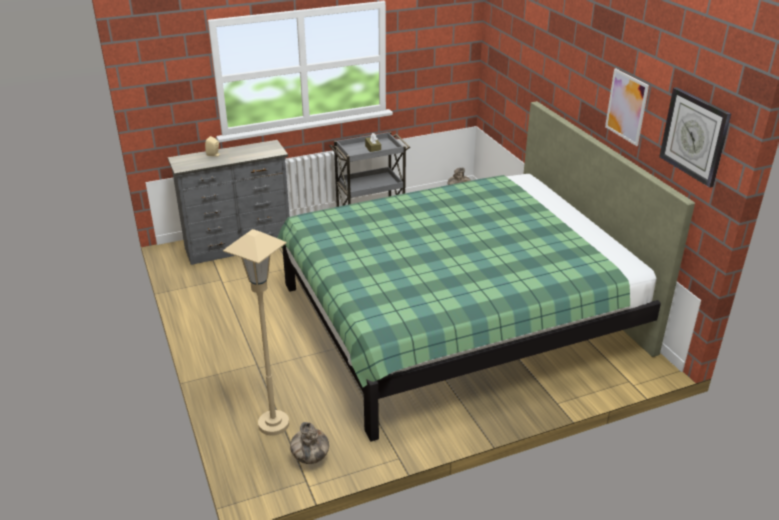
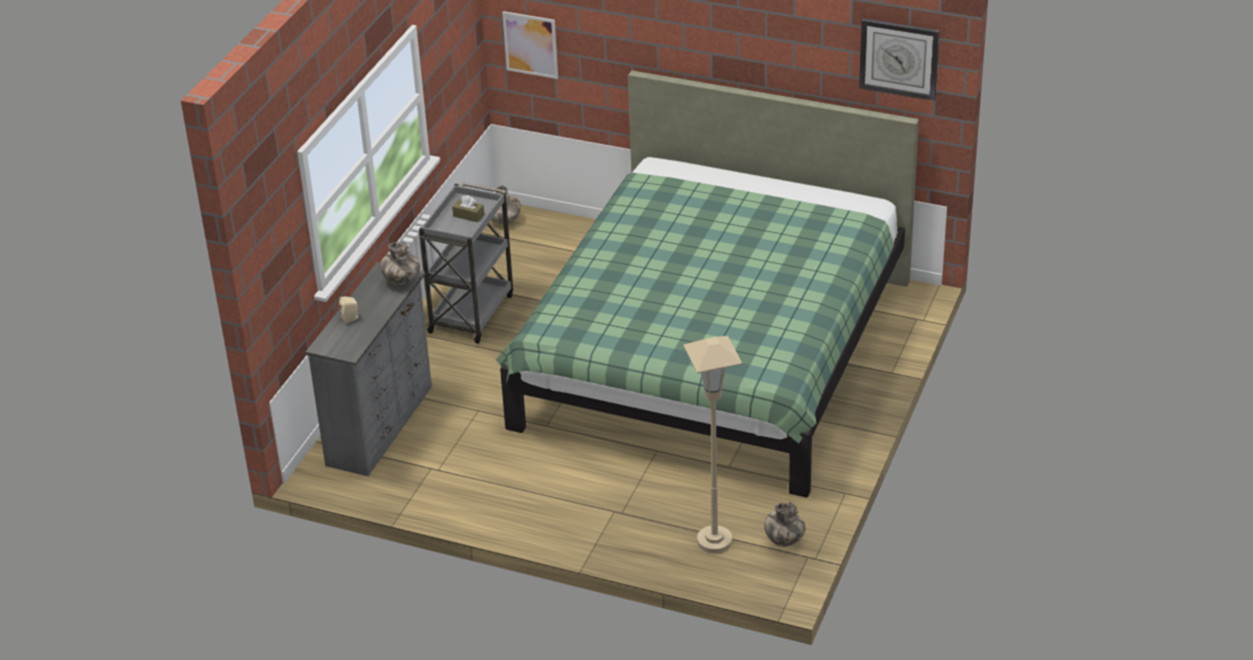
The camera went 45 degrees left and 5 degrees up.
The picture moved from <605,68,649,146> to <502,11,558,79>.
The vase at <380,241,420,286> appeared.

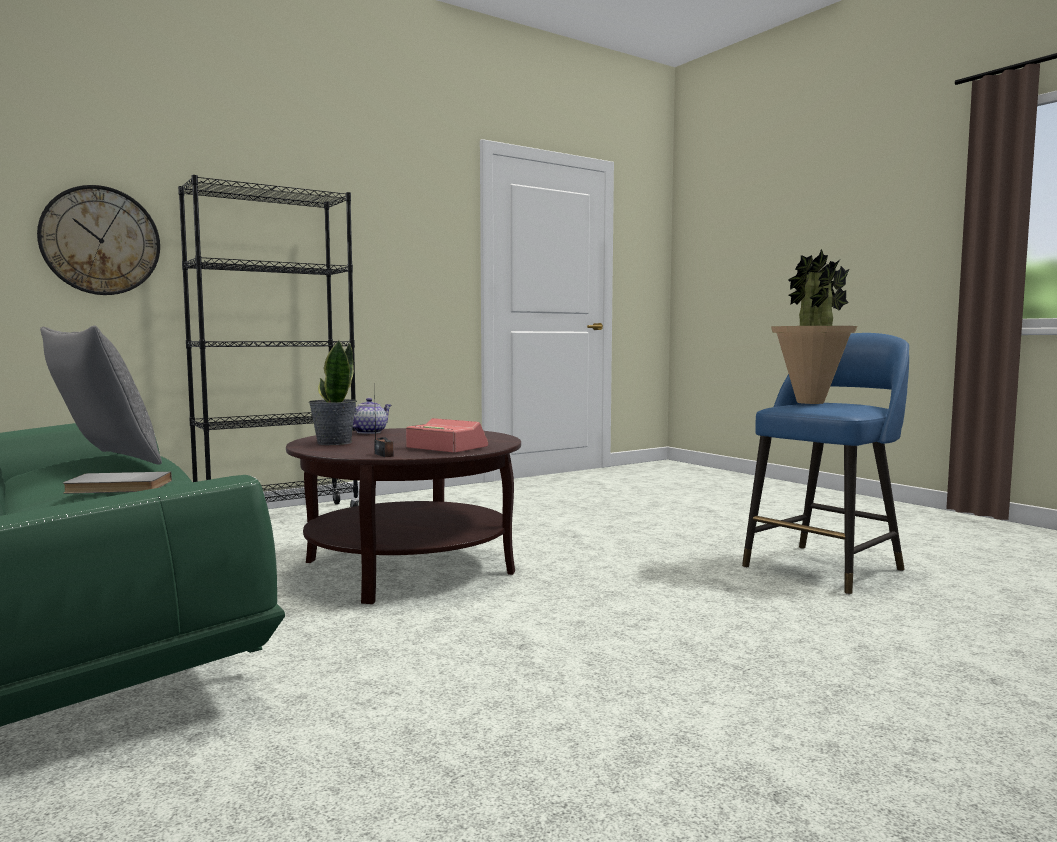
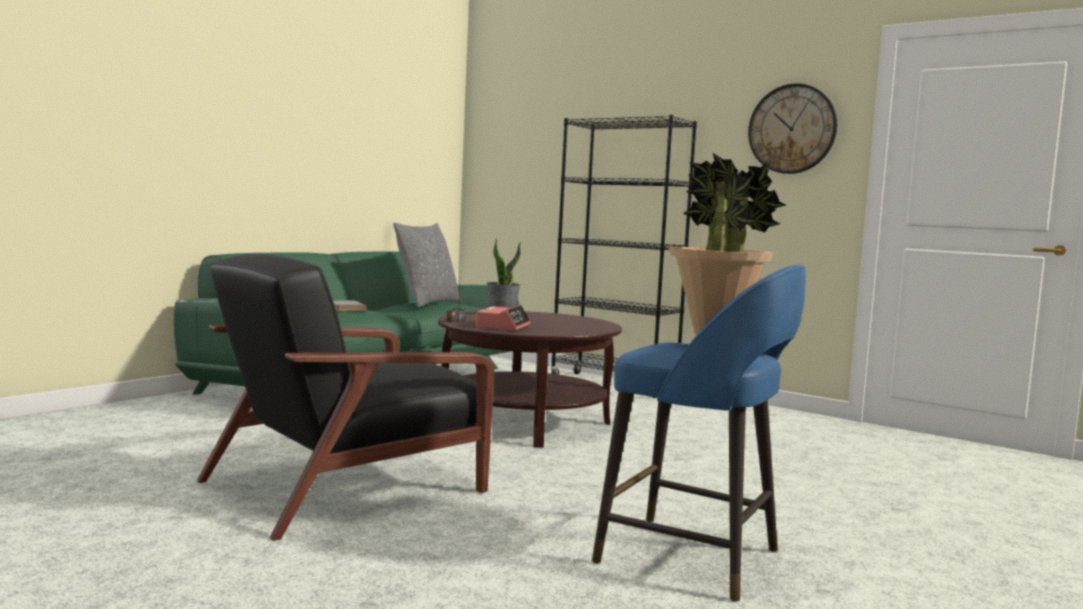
The camera went 70 degrees right and 0 degrees up.
The wall_clock moved from <37,185,160,295> to <748,83,837,174>.
The teapot at <353,398,391,434> disappeared.
The black_armchair at <196,254,494,541> appeared.

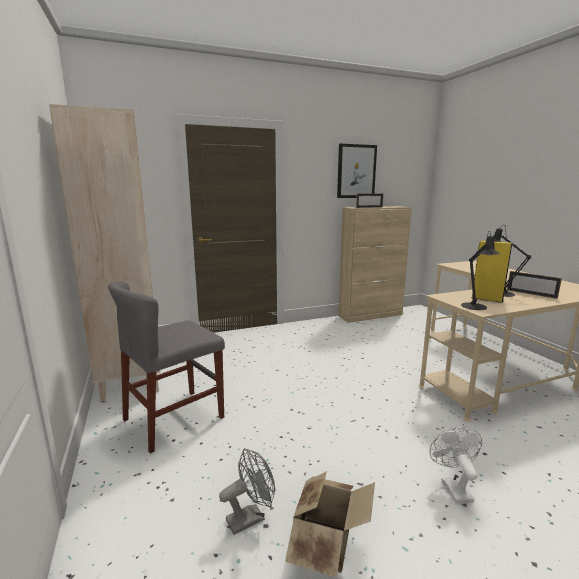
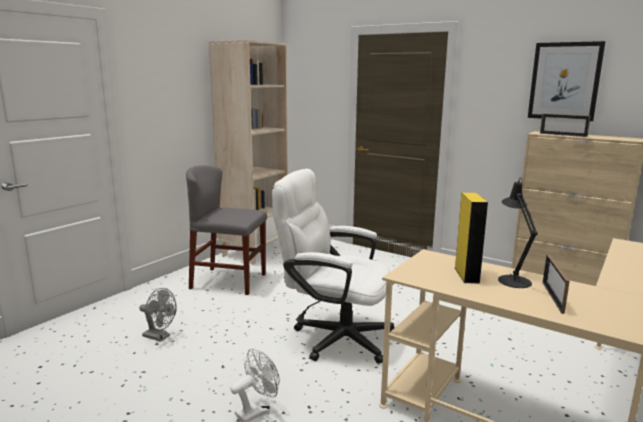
The camera went 55 degrees right and 0 degrees up.
The cardboard_box at <285,471,375,577> disappeared.
The black_table_lamp at <461,231,500,310> disappeared.
The white_office_chair at <272,169,395,364> appeared.

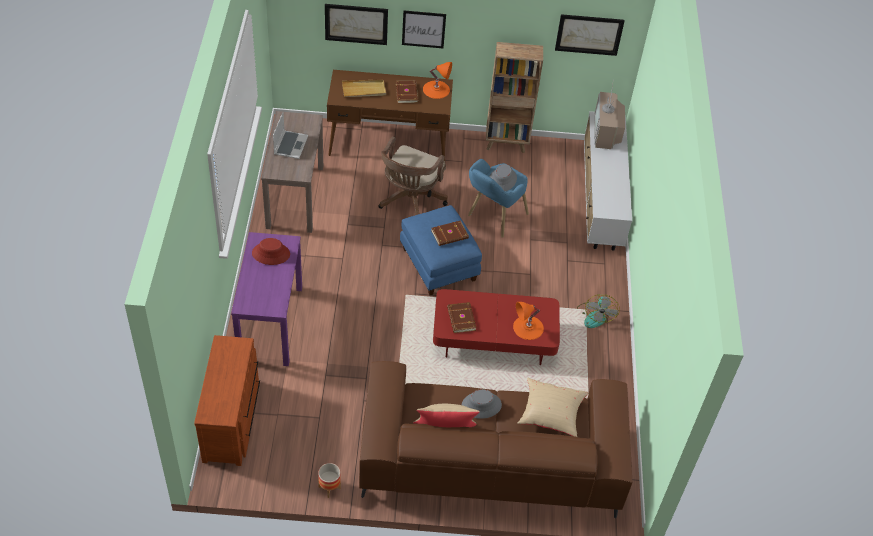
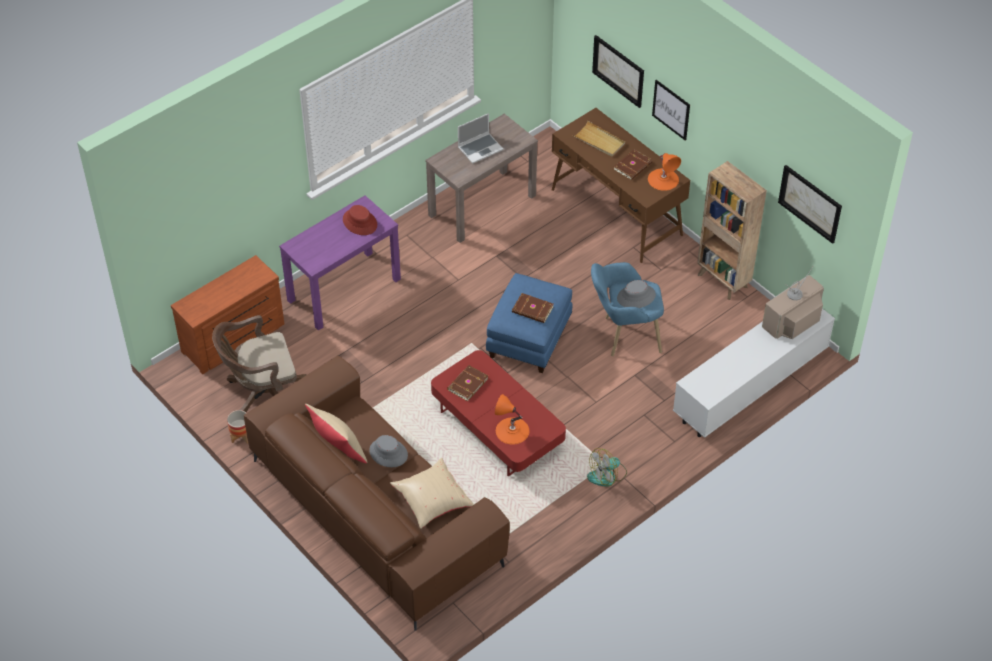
The camera went 50 degrees right and 0 degrees up.
The brown_office_chair moved from <378,136,448,215> to <212,315,307,412>.

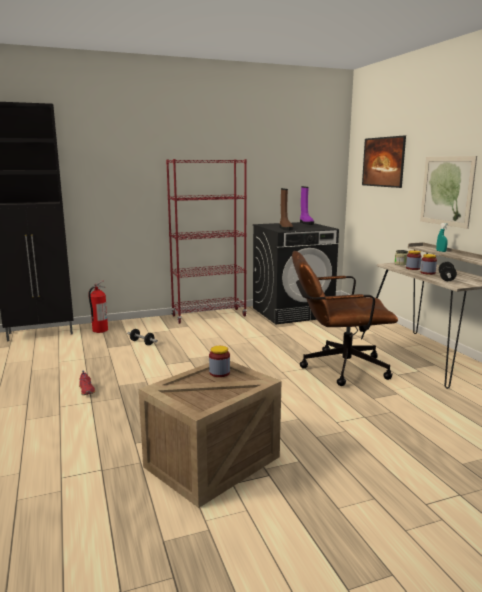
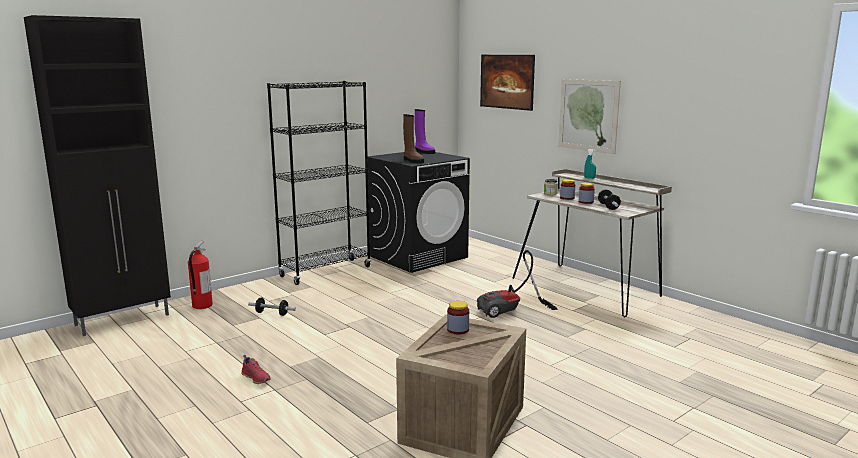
The camera went 20 degrees left and 0 degrees up.
The red_bookcase at <166,159,247,324> became the black_bookcase at <267,81,371,285>.
The brown_office_chair at <292,251,398,386> was replaced by the vacuum_cleaner at <477,250,558,318>.

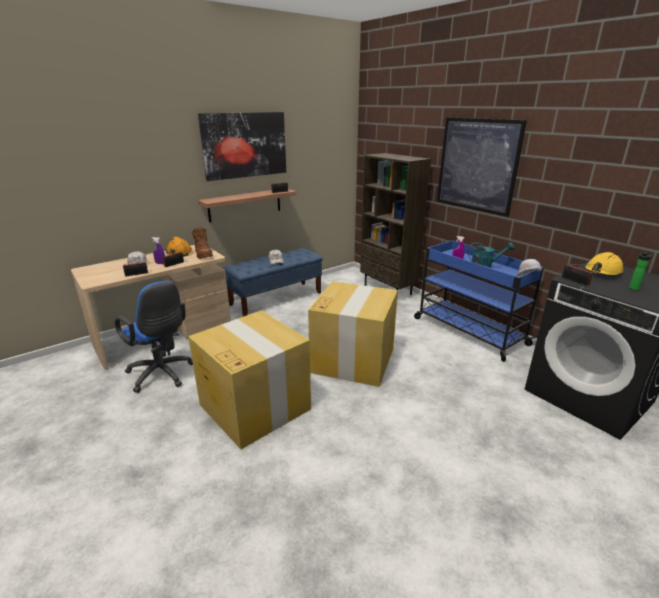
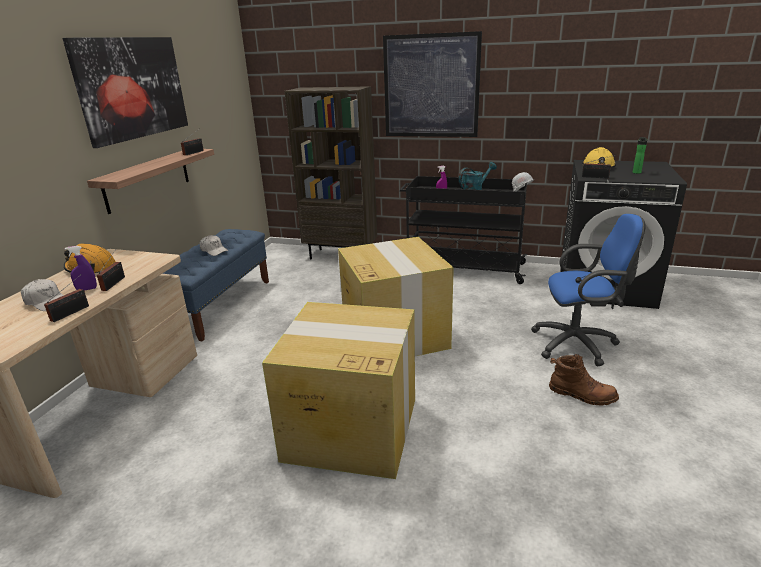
The camera went 35 degrees left and 0 degrees up.
The blue_office_chair moved from <115,281,193,393> to <531,214,646,366>.
The brown_boot moved from <192,227,213,259> to <549,354,619,405>.
The blue_cart at <414,240,544,362> became the black_cart at <400,176,527,284>.

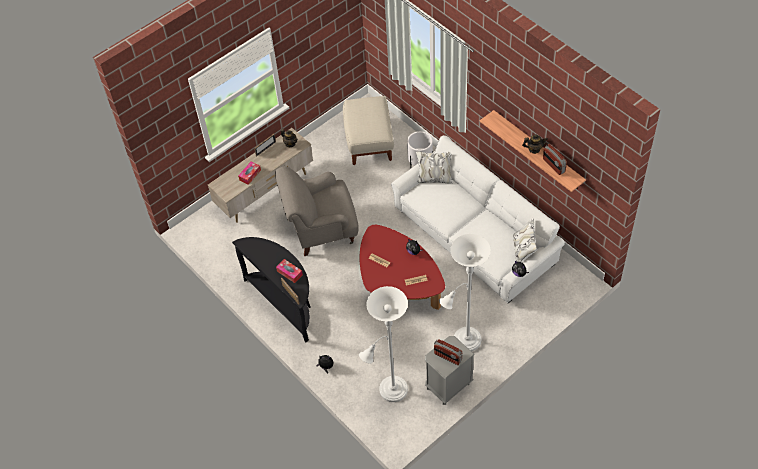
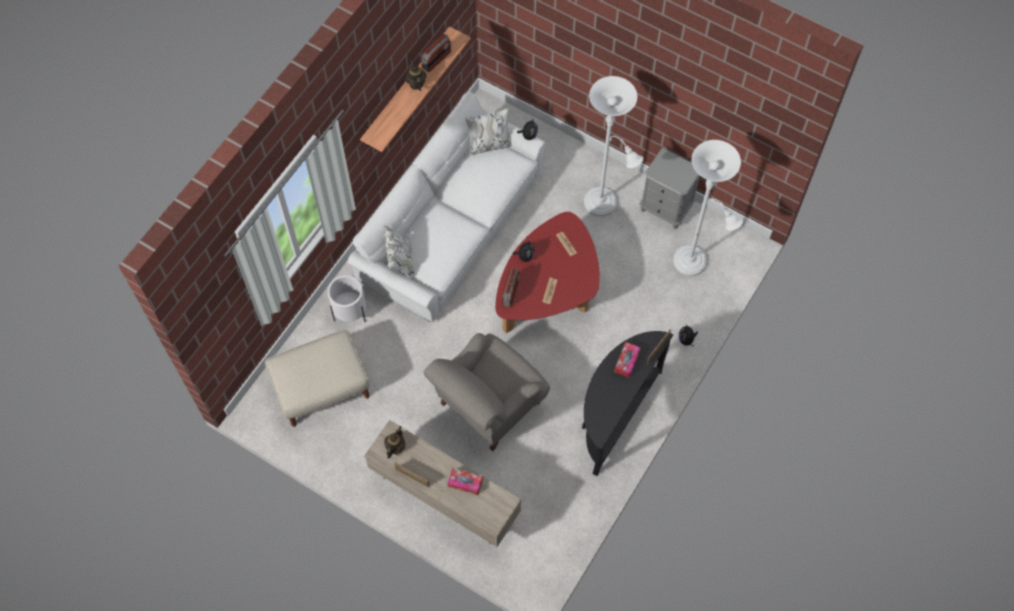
The camera went 110 degrees left and 10 degrees up.
The grey_armchair at <275,166,359,256> turned 75 degrees clockwise.
The radio moved from <434,339,462,365> to <502,268,520,307>.

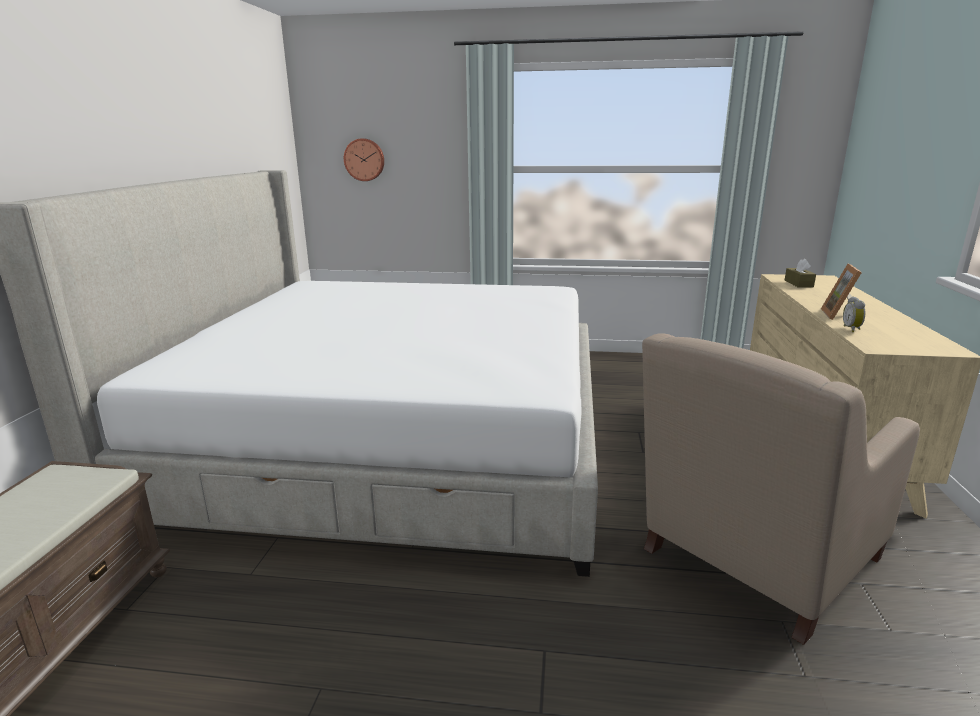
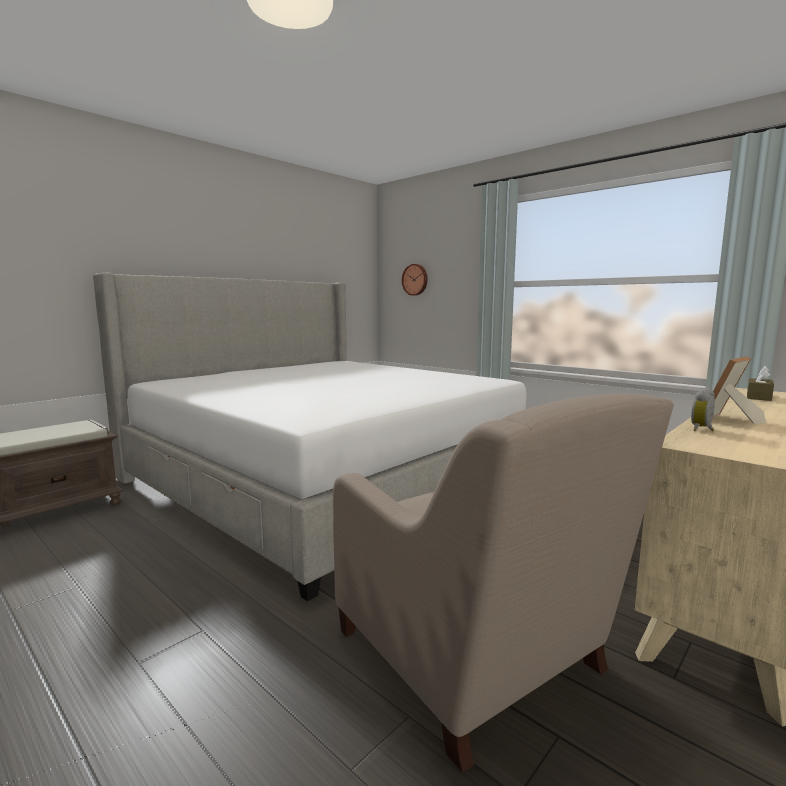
The camera went 35 degrees right and 10 degrees down.
The beige_armchair at <642,333,920,645> turned 120 degrees counterclockwise.

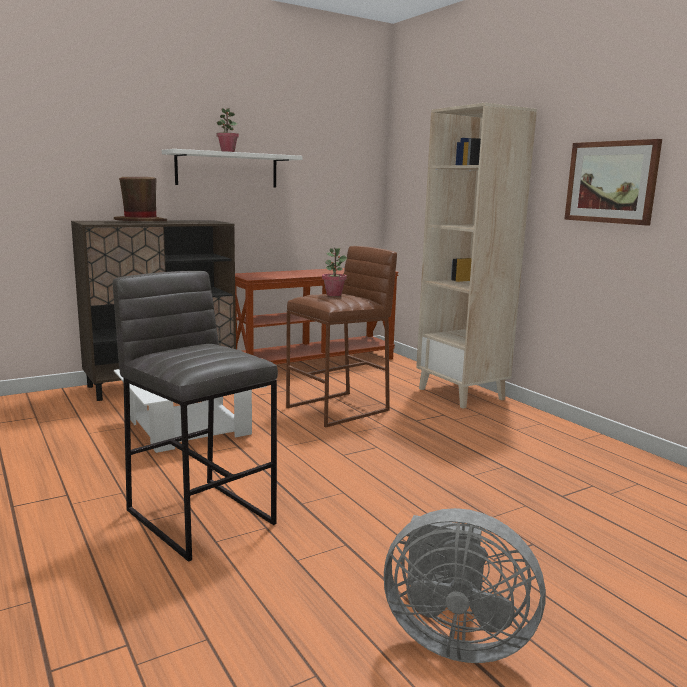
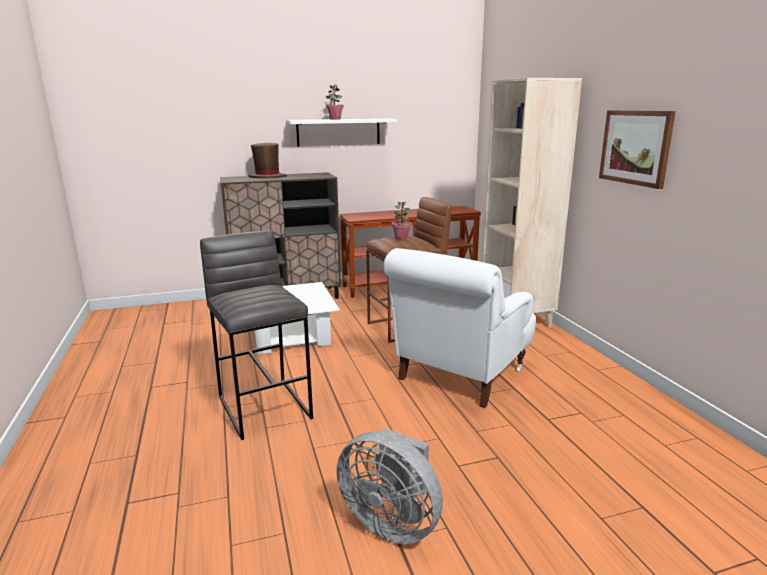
The camera went 15 degrees right and 5 degrees up.
The white_armchair at <384,248,536,408> appeared.

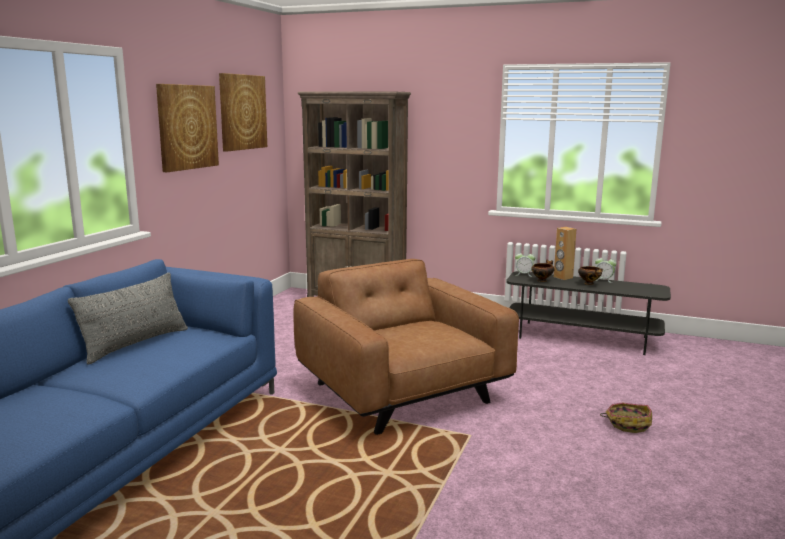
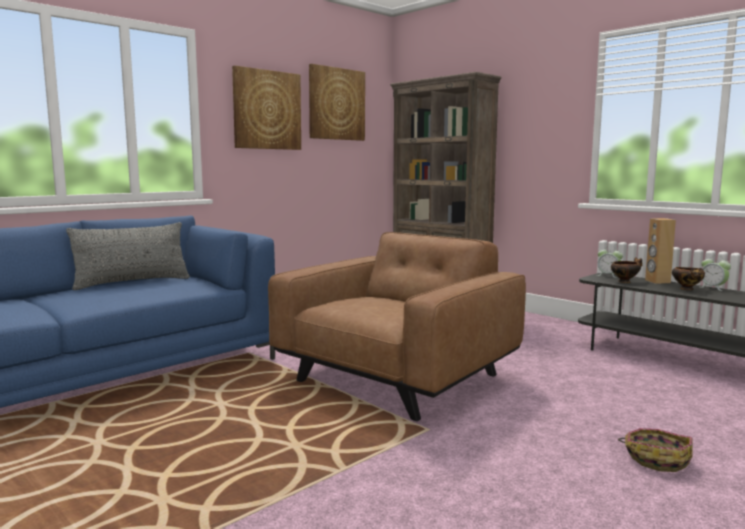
The camera went 25 degrees right and 5 degrees down.
The brown_armchair at <294,259,519,435> turned 45 degrees clockwise.

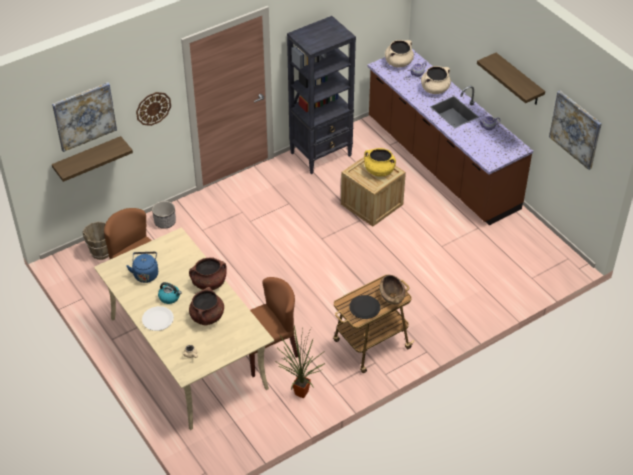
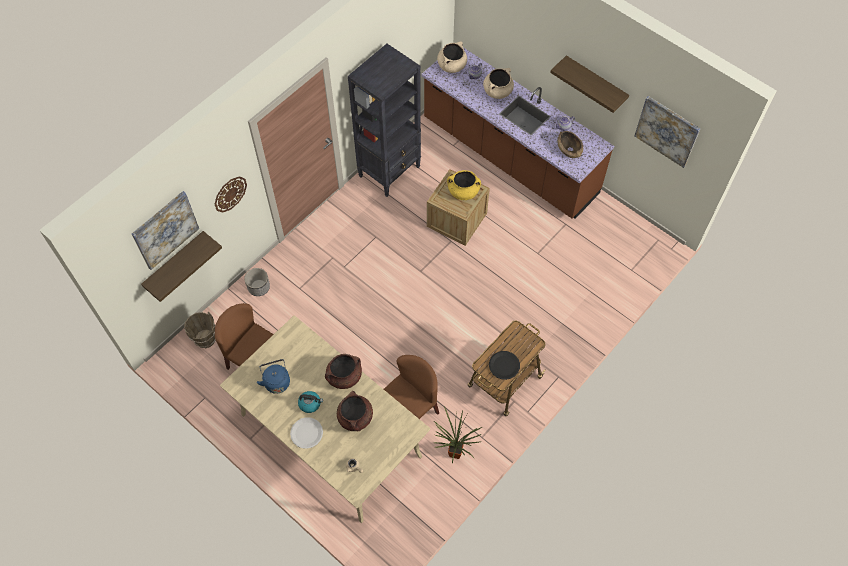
The camera went 15 degrees left and 15 degrees up.
The brown_bowl moved from <380,275,406,305> to <557,131,583,158>.

